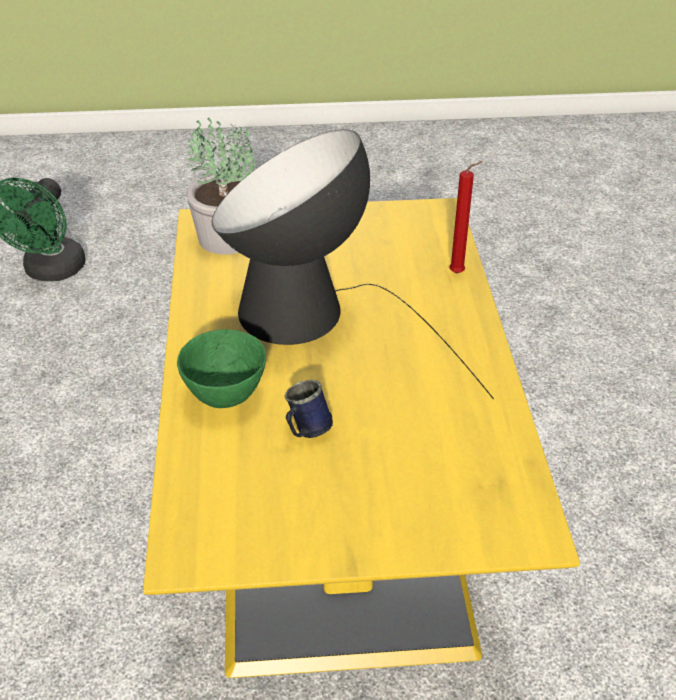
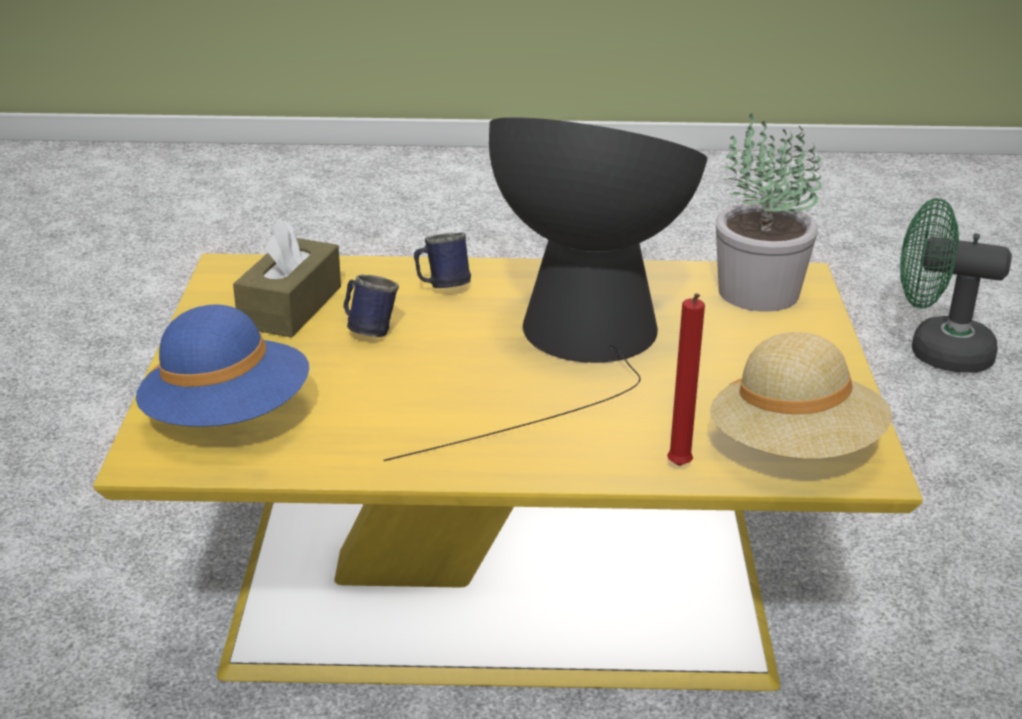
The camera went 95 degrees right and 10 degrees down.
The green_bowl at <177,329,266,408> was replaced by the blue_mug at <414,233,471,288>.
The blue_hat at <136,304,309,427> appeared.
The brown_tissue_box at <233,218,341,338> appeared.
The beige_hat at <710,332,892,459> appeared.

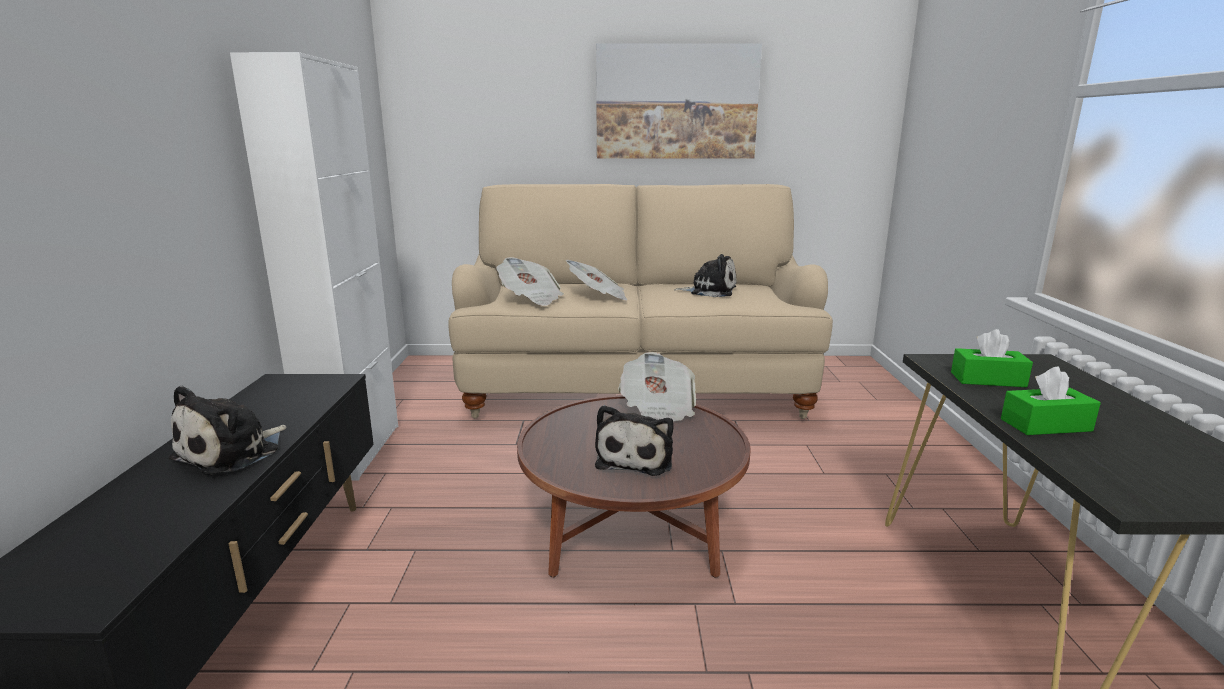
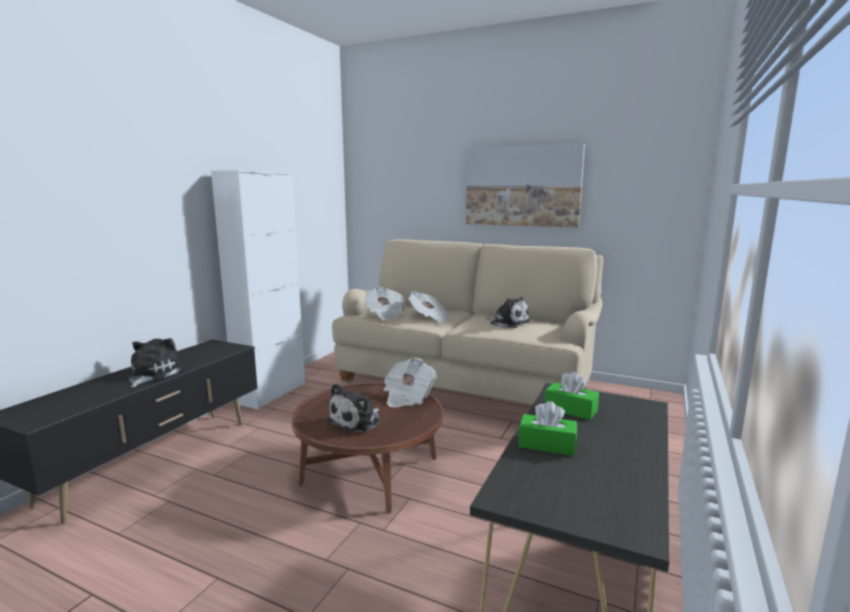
The camera went 25 degrees right and 5 degrees down.
The plush_toy at <169,386,286,475> turned 135 degrees clockwise.

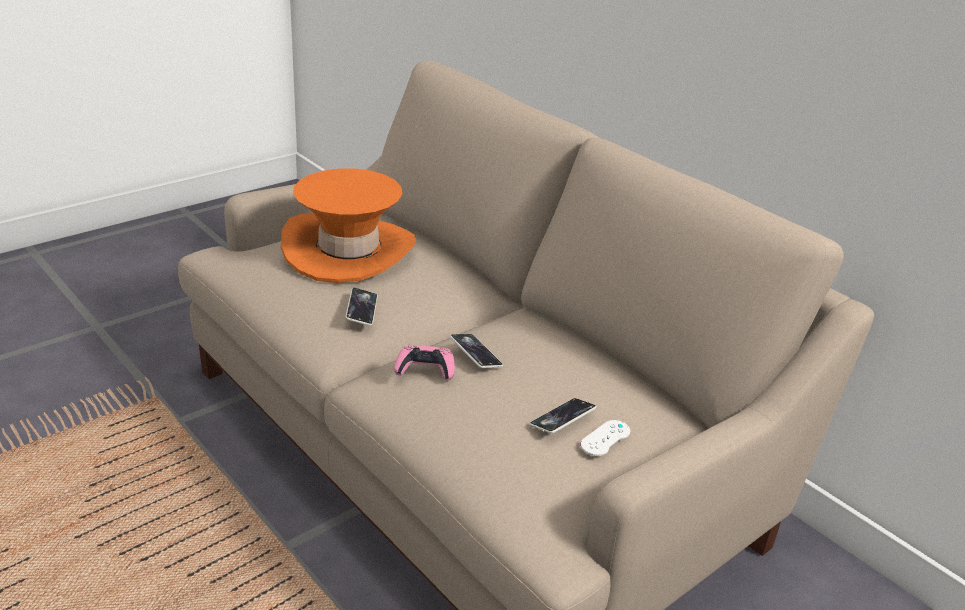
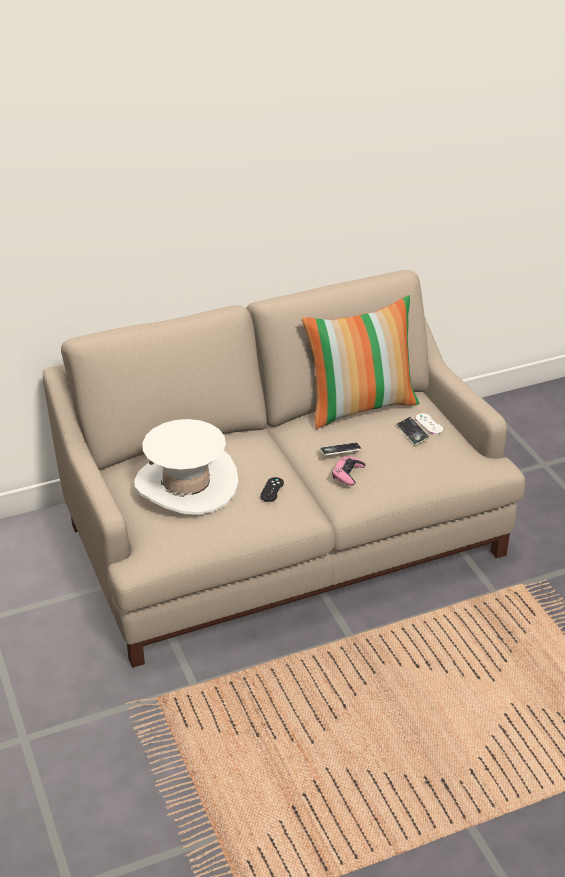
The camera went 70 degrees left and 5 degrees up.
The orange_hat at <281,168,416,283> became the white_hat at <134,419,239,515>.
The phone at <345,288,378,326> was replaced by the black_game_controller at <260,477,284,502>.
The pillow at <302,295,419,429> appeared.

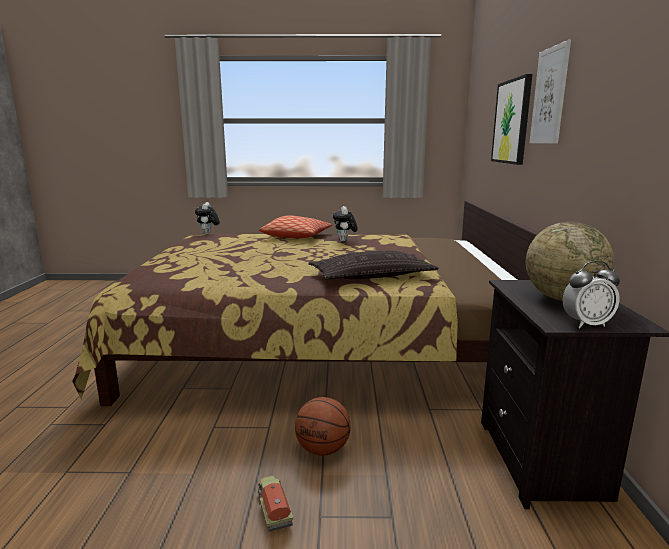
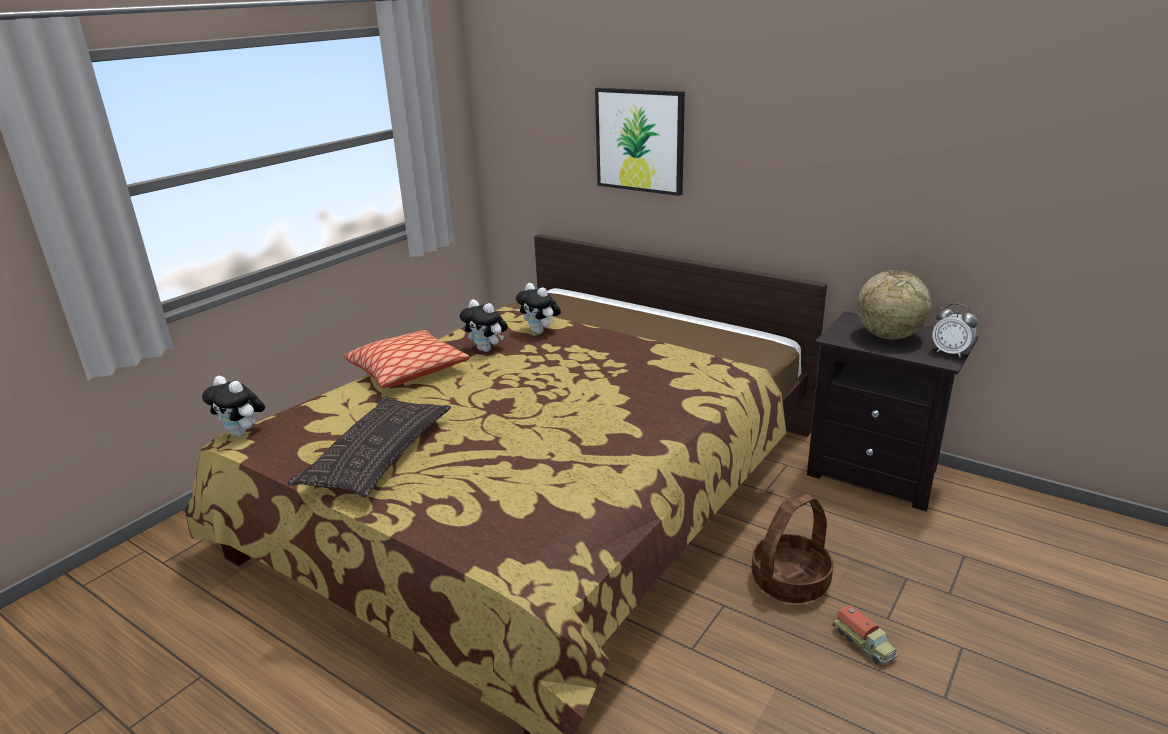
The camera went 55 degrees left and 10 degrees up.
The toy_truck at <257,476,293,532> turned 135 degrees counterclockwise.
The basketball at <295,397,351,456> was replaced by the basket at <752,492,833,603>.
The pillow moved from <308,251,439,280> to <287,397,451,497>.
The picture at <529,40,571,144> disappeared.
The alarm_clock at <563,261,620,328> turned 105 degrees clockwise.
The plush_toy at <516,283,561,334> appeared.

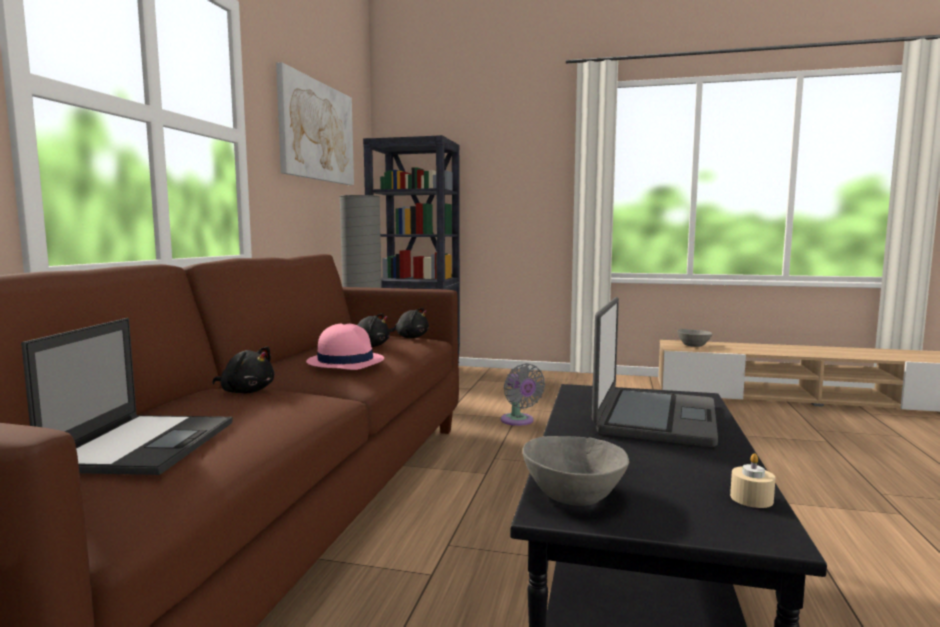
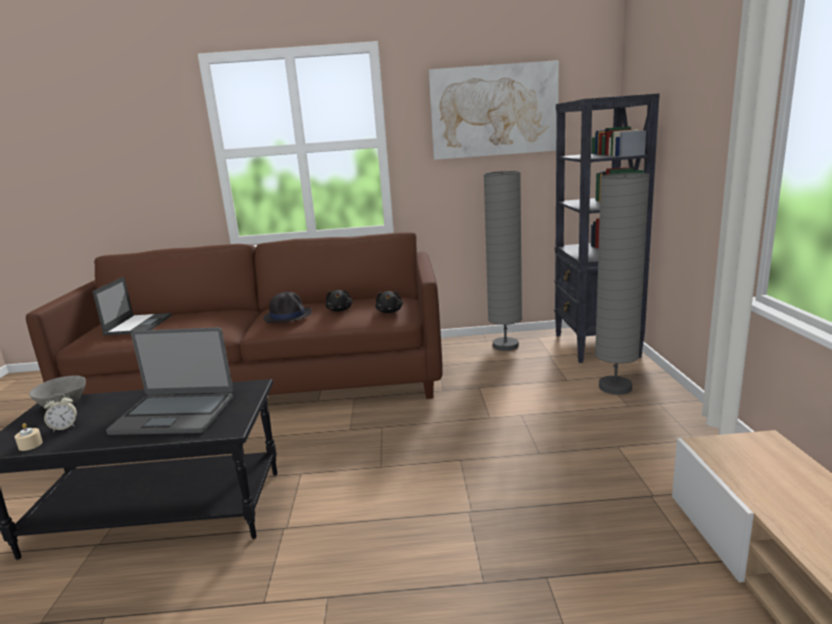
The camera went 75 degrees right and 10 degrees up.
The laptop at <21,318,233,475> turned 75 degrees counterclockwise.
The black_plush_toy at <212,346,274,393> disappeared.
The pink_hat at <306,324,384,370> became the black_hat at <263,292,312,323>.
The grey_fan at <501,363,545,426> disappeared.
The grey_bowl at <677,329,712,347> disappeared.
The alarm_clock at <44,394,77,432> appeared.
The grey_floor_lamp at <595,173,650,395> appeared.

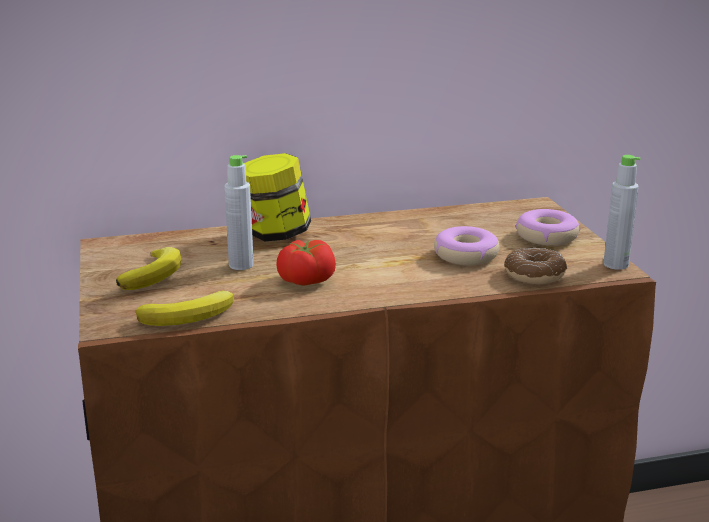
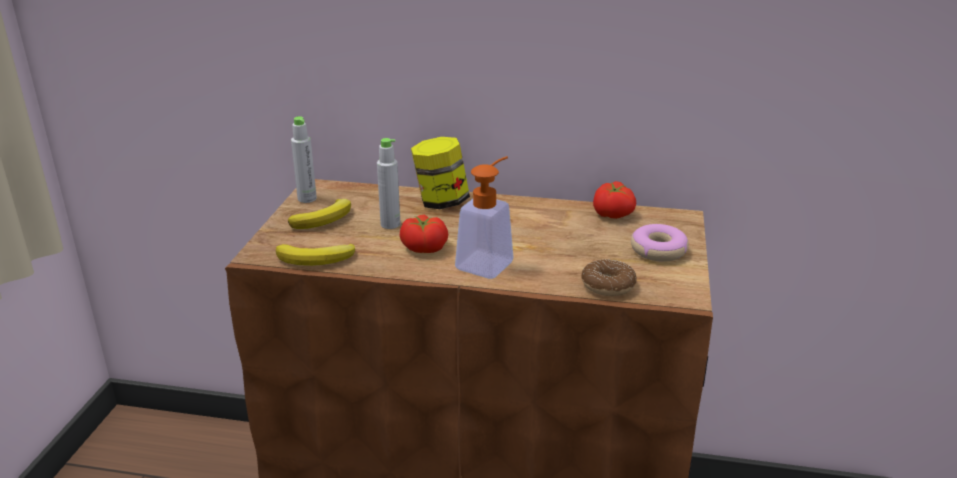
The camera went 25 degrees right and 5 degrees up.
The donut at <434,226,500,265> disappeared.
The grey_bottle moved from <603,155,641,270> to <291,116,317,203>.
The soap_dispenser at <455,156,513,279> appeared.
The tomato at <593,181,636,219> appeared.

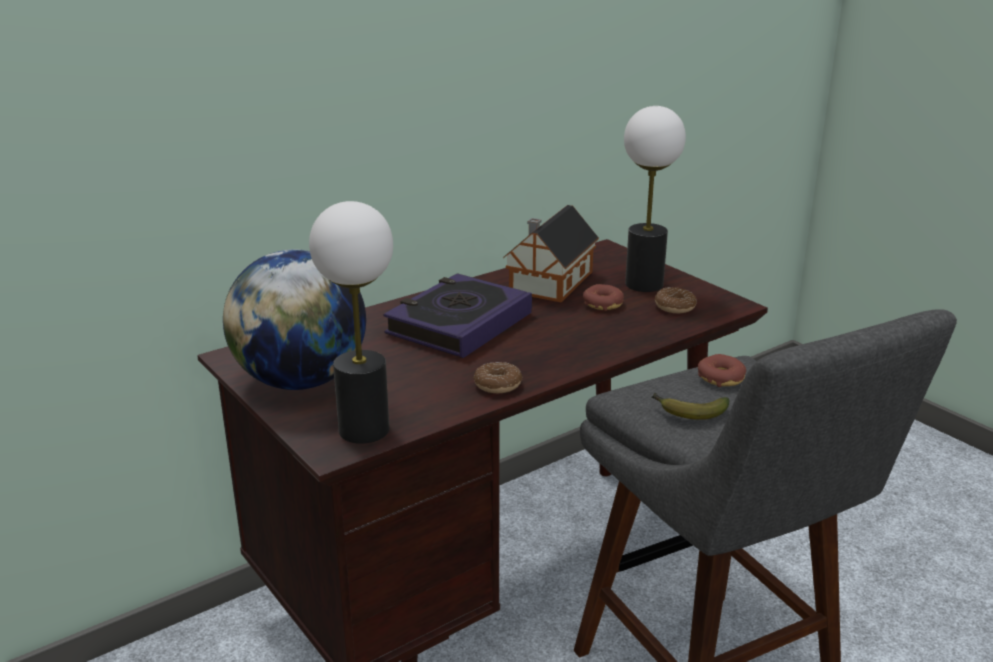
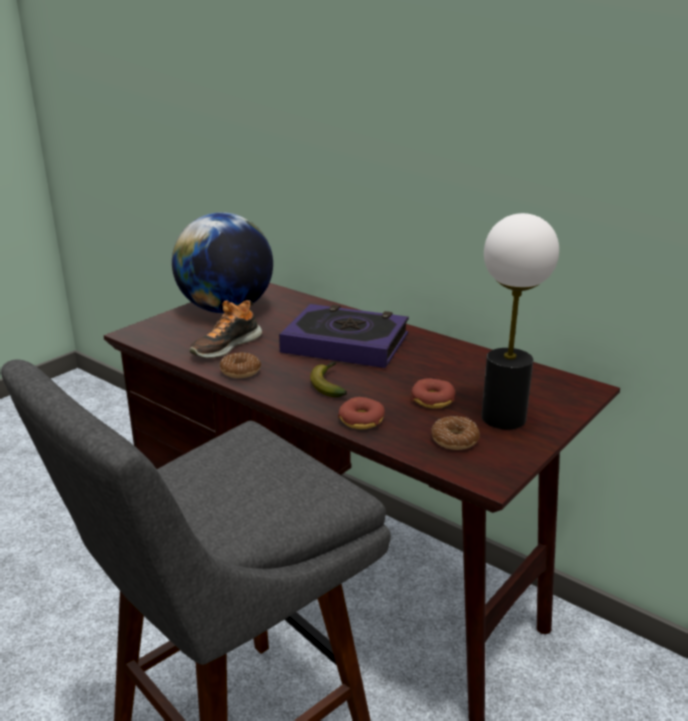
The camera went 75 degrees right and 0 degrees up.
The table_lamp at <309,201,393,444> disappeared.
The toy_house at <503,205,599,302> disappeared.
The banana moved from <651,392,730,420> to <310,362,347,397>.
The donut moved from <698,354,746,387> to <338,397,385,429>.
The shoe at <189,300,262,358> appeared.

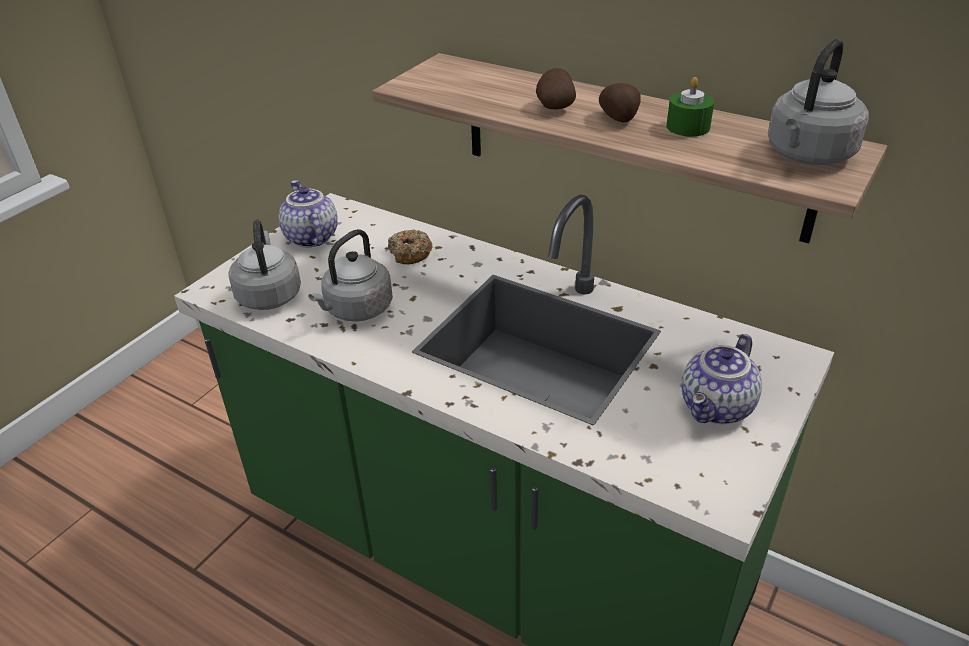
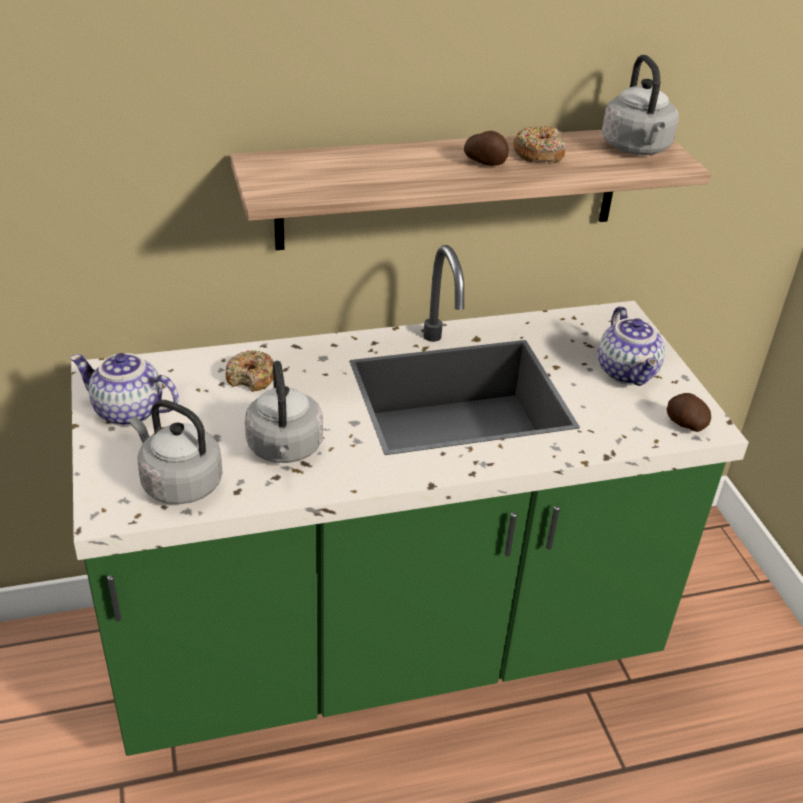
The camera went 50 degrees left and 0 degrees up.
The potato moved from <536,68,576,110> to <667,393,711,432>.
The green_candle at <667,77,714,137> was replaced by the donut at <513,126,565,163>.

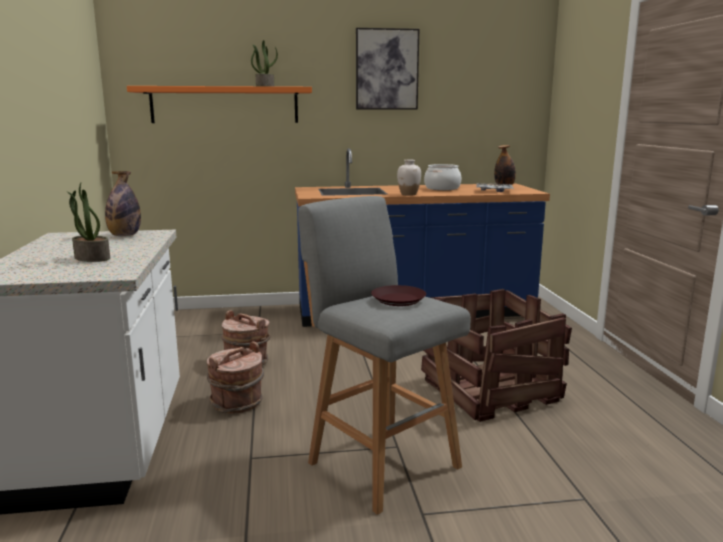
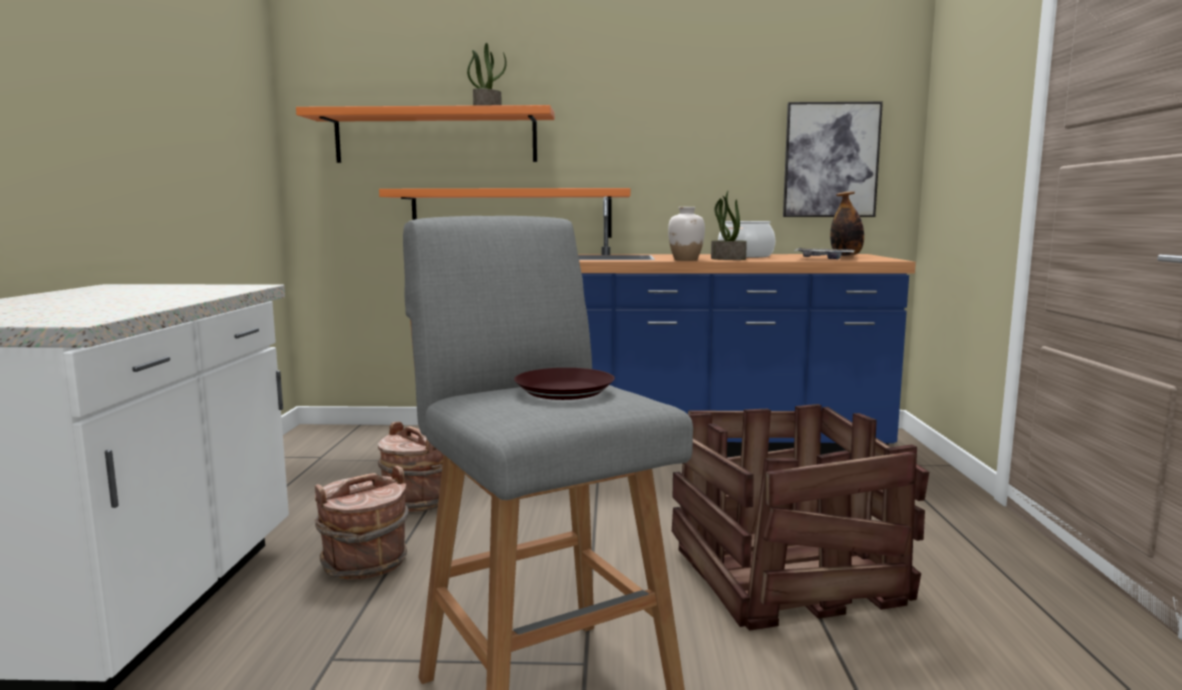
The camera went 10 degrees right and 5 degrees down.
The potted_plant moved from <66,183,110,262> to <711,190,747,260>.
The bottle at <105,171,141,236> disappeared.
The picture moved from <356,28,419,109> to <783,102,883,217>.
The orange_shelf at <379,188,630,238> appeared.

